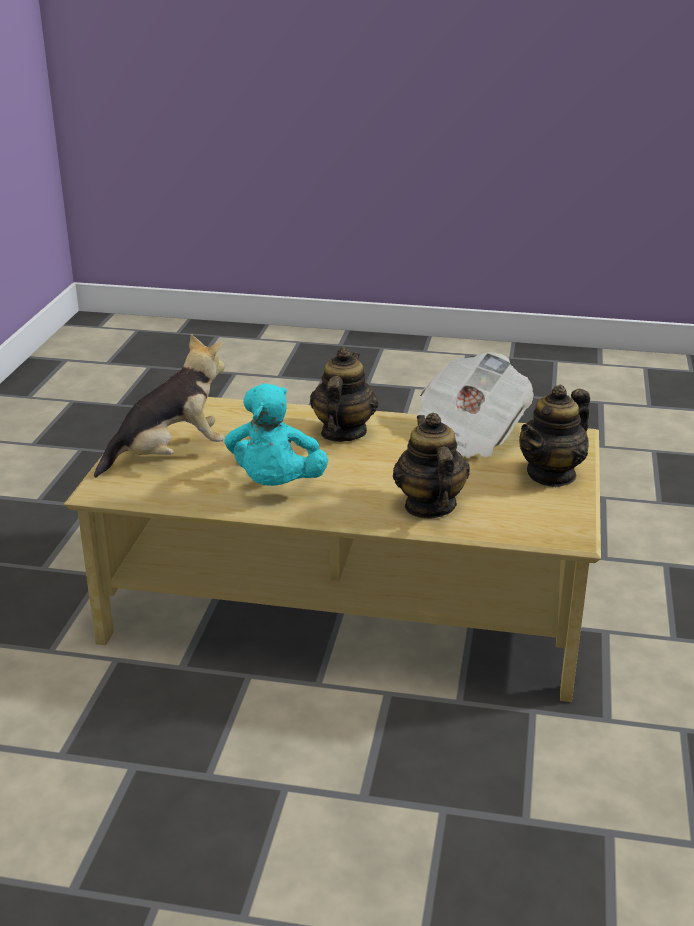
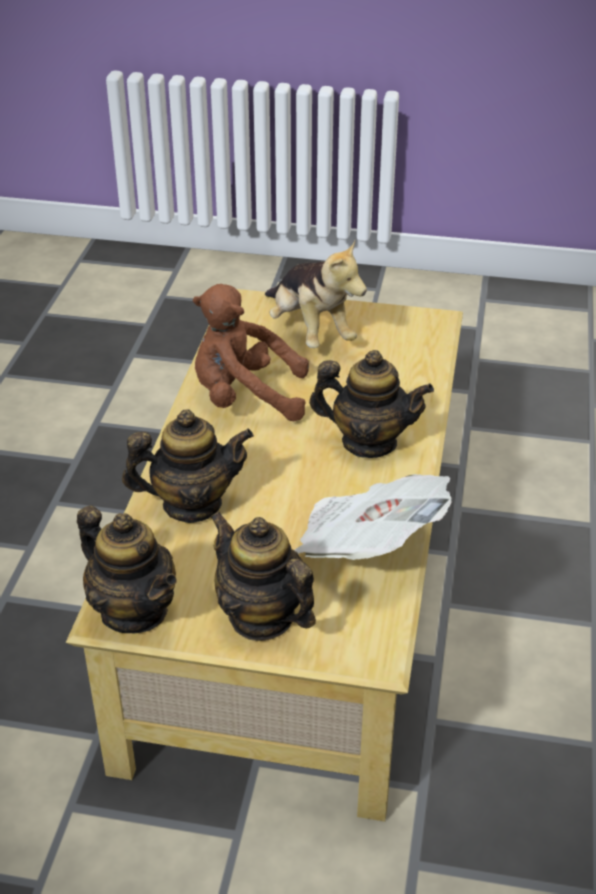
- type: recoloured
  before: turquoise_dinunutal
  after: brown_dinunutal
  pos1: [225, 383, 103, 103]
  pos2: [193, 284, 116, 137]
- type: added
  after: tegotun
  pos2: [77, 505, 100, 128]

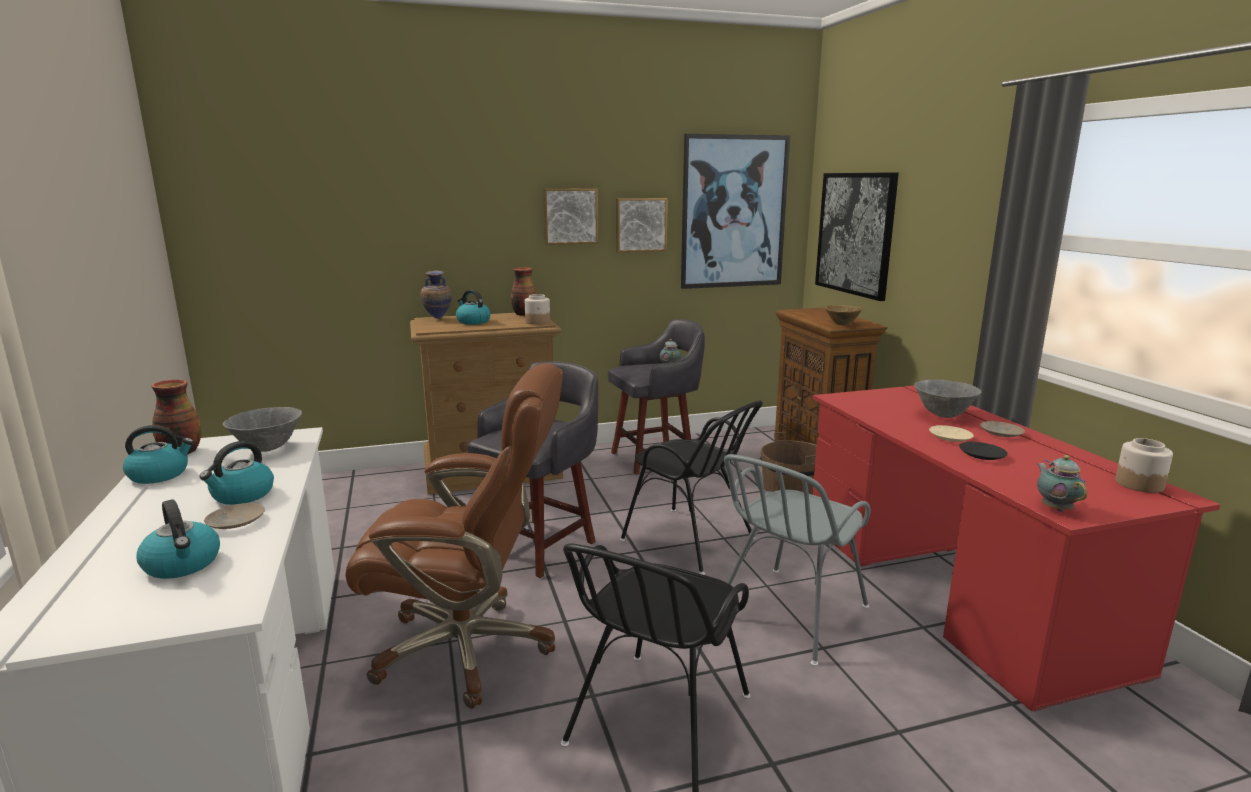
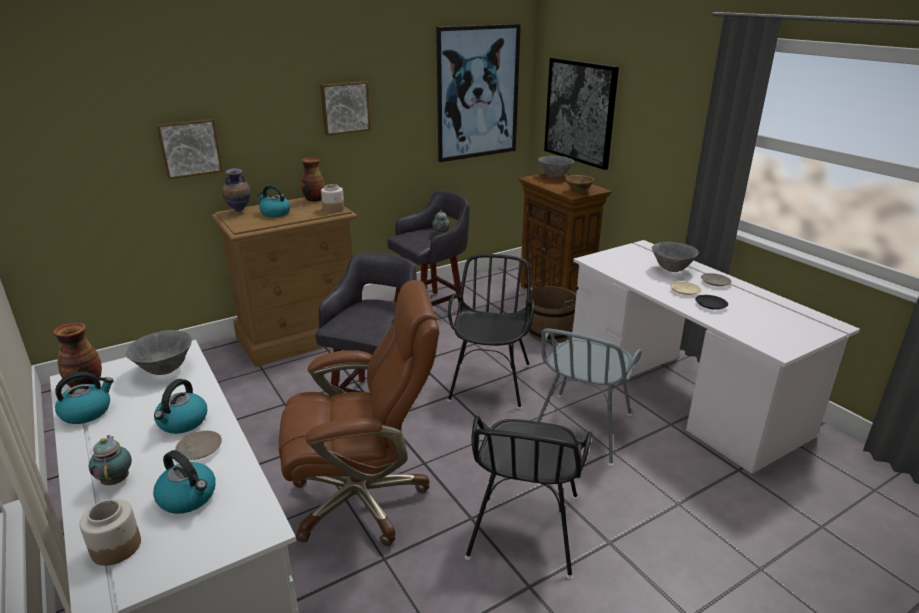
- type: moved
  before: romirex
  pos1: [616, 198, 52, 54]
  pos2: [156, 119, 67, 60]
- type: turned
  before: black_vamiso
  pos1: [620, 400, 143, 175]
  pos2: [447, 254, 87, 155]
  turn: -105
- type: recoloured
  before: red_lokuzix
  after: white_lokuzix
  pos1: [813, 386, 408, 325]
  pos2: [572, 240, 288, 234]
- type: moved
  before: tegotun
  pos1: [1037, 455, 50, 57]
  pos2: [89, 435, 43, 50]
- type: moved
  before: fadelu
  pos1: [1115, 438, 58, 55]
  pos2: [79, 499, 62, 67]
- type: added
  after: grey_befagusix
  pos2: [538, 156, 36, 21]

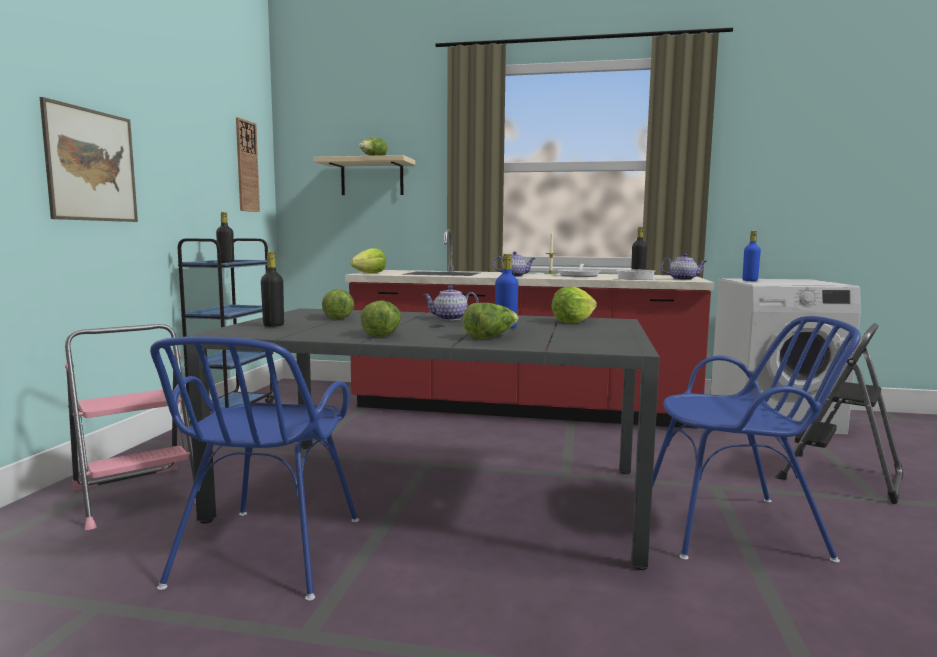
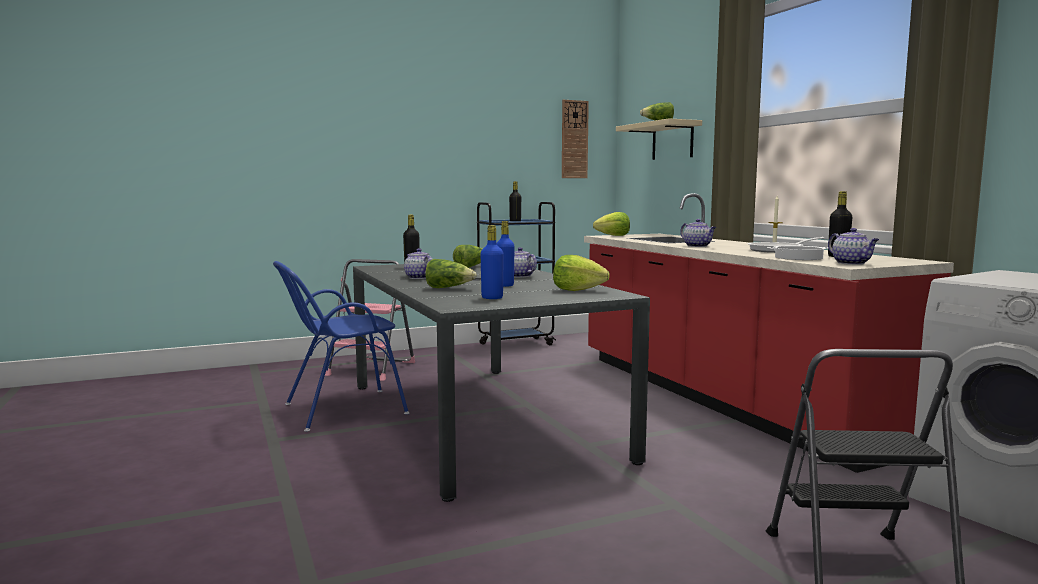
- type: removed
  before: romirex
  pos1: [40, 97, 98, 125]
- type: replaced
  before: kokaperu
  after: tegotun
  pos1: [360, 300, 41, 37]
  pos2: [404, 248, 28, 31]
- type: removed
  before: blue_vamiso
  pos1: [652, 316, 209, 247]
- type: moved
  before: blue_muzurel
  pos1: [743, 231, 18, 50]
  pos2: [481, 225, 23, 74]

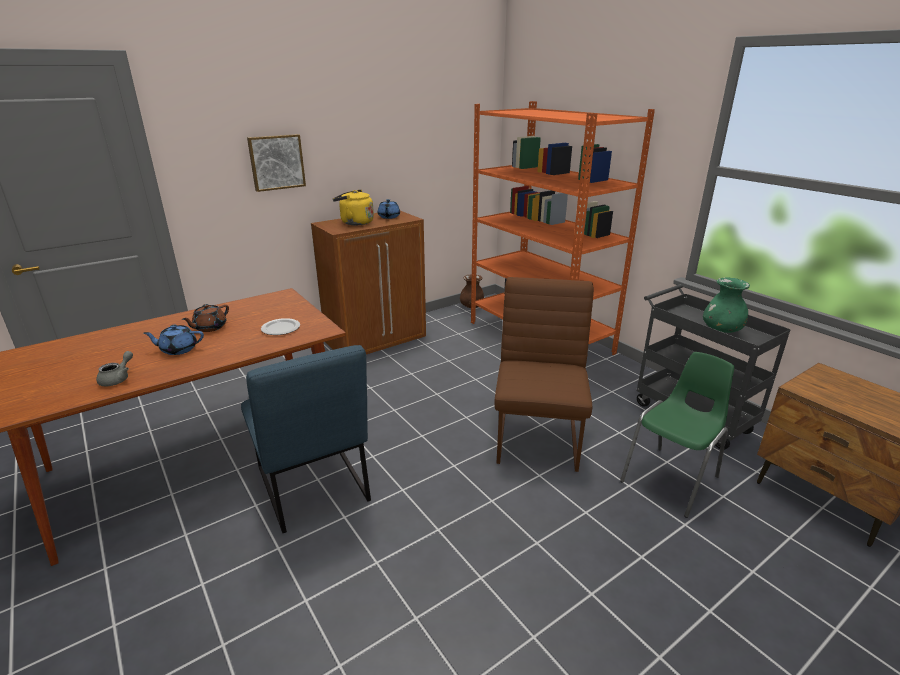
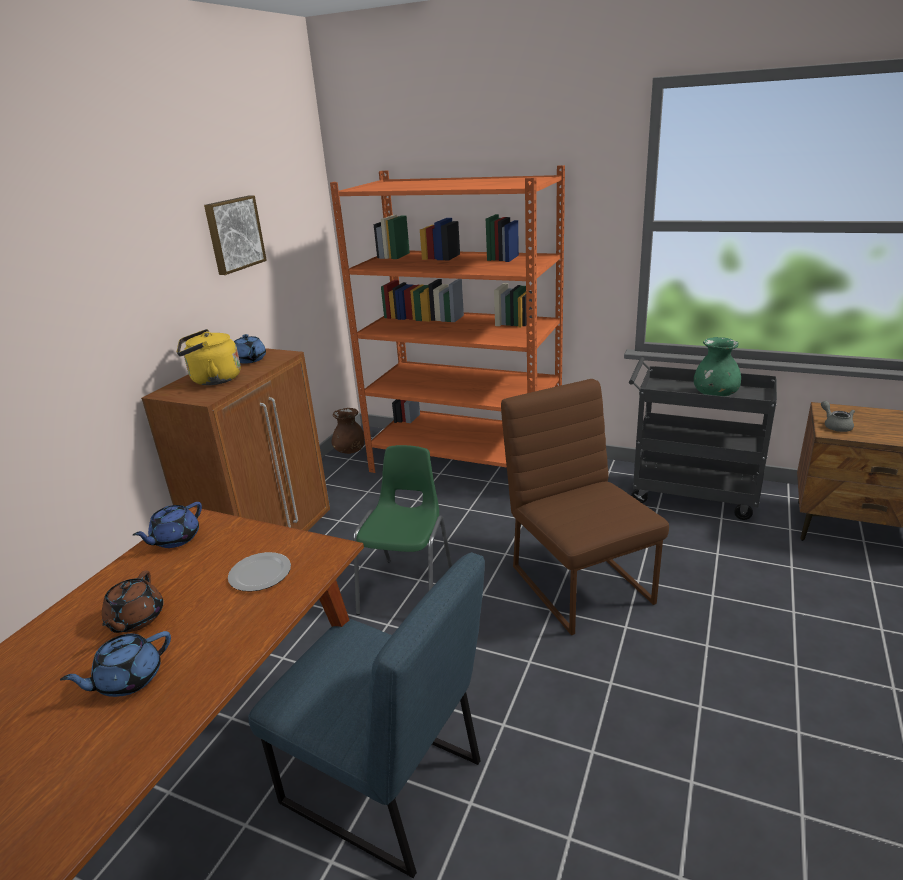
- type: moved
  before: grey_tegotun
  pos1: [96, 351, 37, 35]
  pos2: [821, 401, 34, 31]
- type: moved
  before: romirex
  pos1: [247, 134, 59, 58]
  pos2: [204, 195, 63, 80]
- type: moved
  before: green_vamiso
  pos1: [620, 352, 114, 166]
  pos2: [353, 445, 99, 170]
- type: added
  after: blue_tegotun
  pos2: [133, 502, 69, 46]

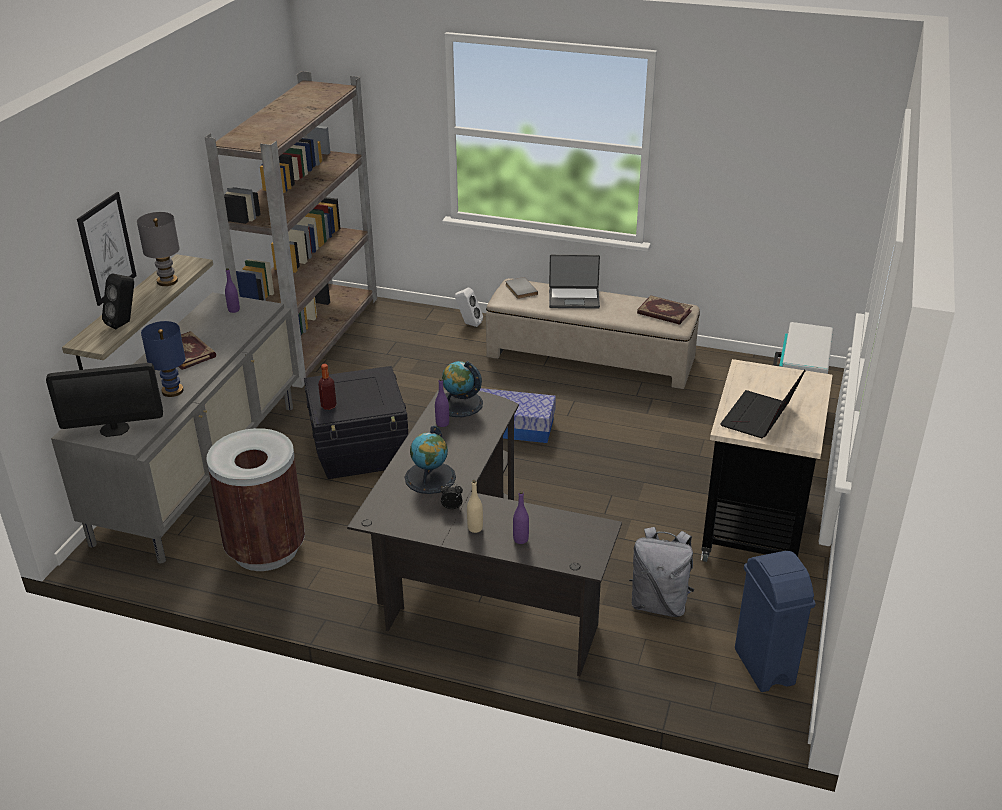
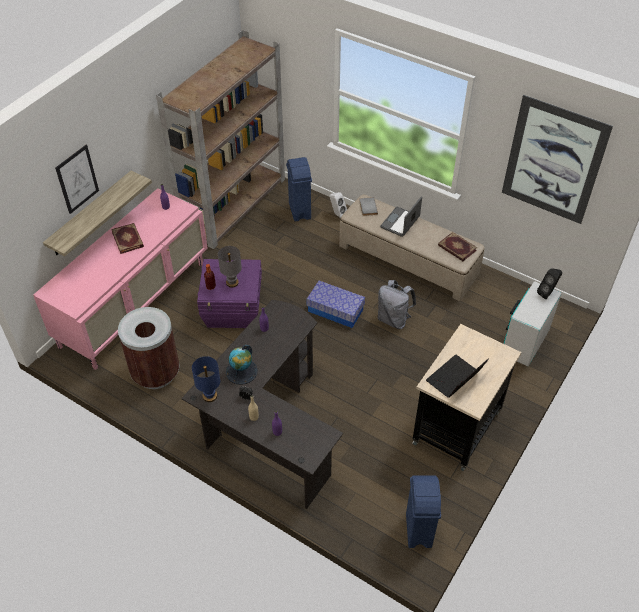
- type: removed
  before: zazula
  pos1: [46, 363, 117, 74]
- type: recoloured
  before: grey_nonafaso
  after: pink_nonafaso
  pos1: [51, 292, 248, 271]
  pos2: [33, 188, 175, 182]
- type: moved
  before: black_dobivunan
  pos1: [102, 274, 32, 55]
  pos2: [537, 268, 25, 31]
- type: moved
  before: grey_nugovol
  pos1: [137, 212, 43, 74]
  pos2: [218, 246, 24, 42]
- type: moved
  before: blue_nugovol
  pos1: [141, 321, 44, 76]
  pos2: [192, 356, 28, 46]
- type: recoloured
  before: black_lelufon
  after: purple_lelufon
  pos1: [304, 366, 104, 113]
  pos2: [197, 259, 65, 69]
- type: removed
  before: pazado
  pos1: [442, 361, 41, 56]
- type: turned
  before: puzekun
  pos1: [549, 254, 51, 54]
  pos2: [380, 197, 42, 40]
  turn: 105
- type: moved
  before: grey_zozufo
  pos1: [629, 527, 65, 90]
  pos2: [378, 280, 38, 49]
- type: added
  after: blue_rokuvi
  pos2: [286, 157, 26, 65]
- type: added
  after: romirex
  pos2: [502, 95, 111, 129]

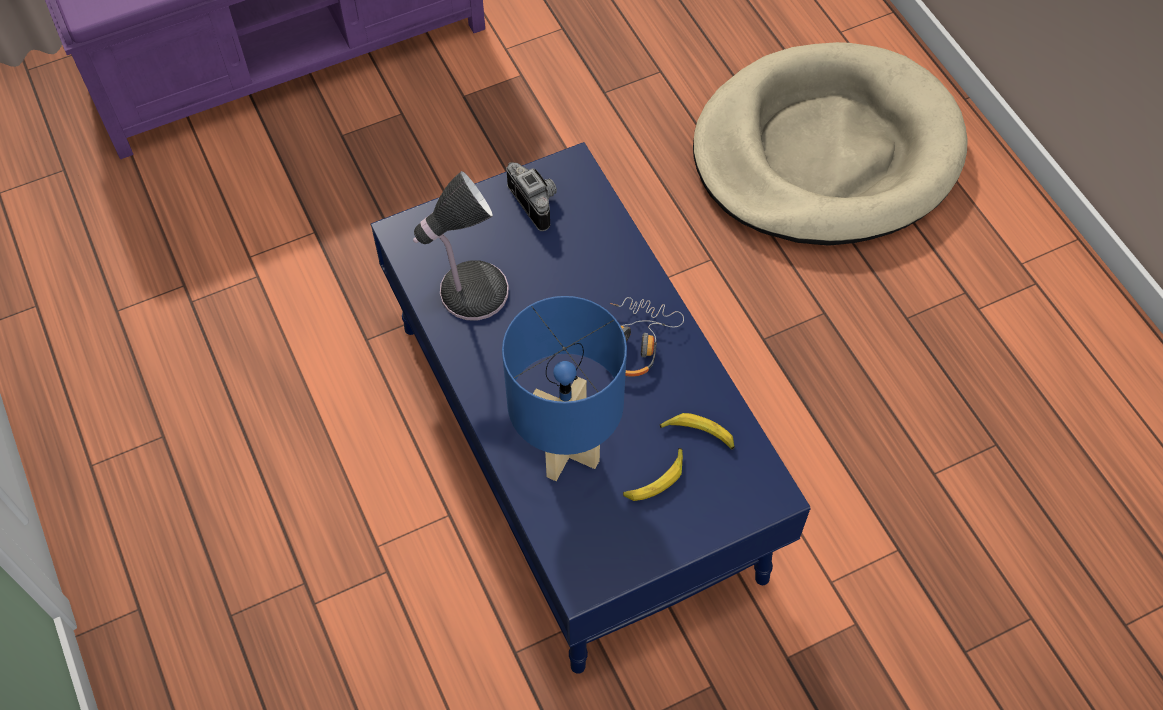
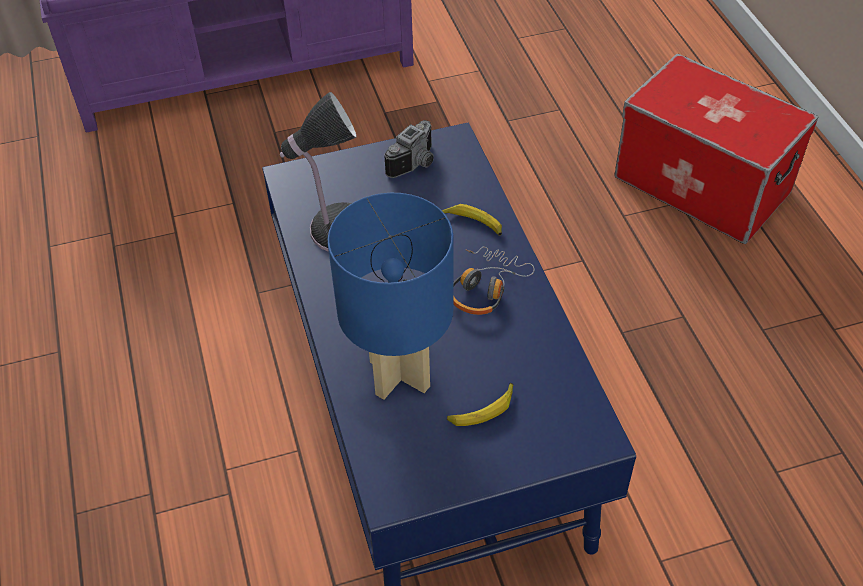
- type: turned
  before: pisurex
  pos1: [506, 162, 51, 69]
  pos2: [384, 120, 50, 58]
  turn: 60
- type: moved
  before: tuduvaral
  pos1: [660, 413, 75, 37]
  pos2: [442, 204, 60, 31]
- type: replaced
  before: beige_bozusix
  after: lelufon
  pos1: [693, 42, 275, 204]
  pos2: [614, 54, 204, 190]

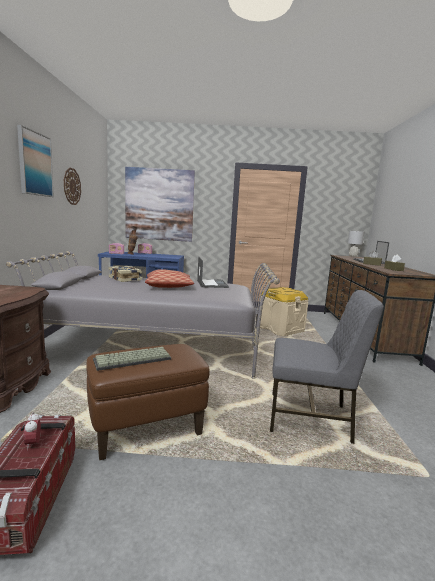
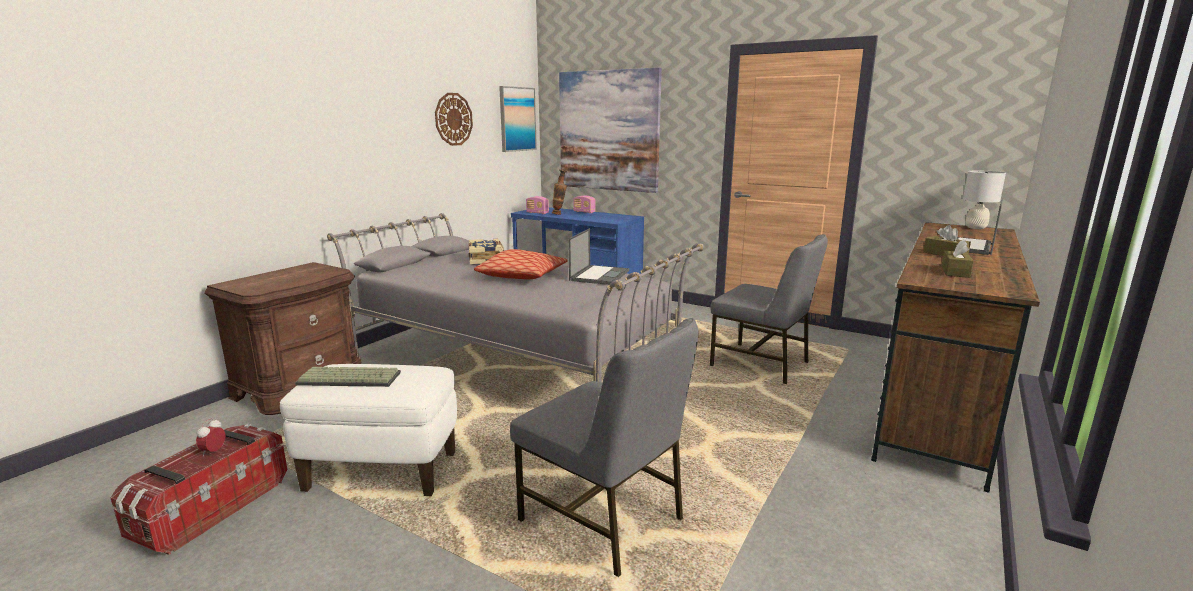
- type: moved
  before: romirex
  pos1: [17, 125, 37, 72]
  pos2: [499, 86, 38, 66]
- type: recoloured
  before: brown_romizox
  after: white_romizox
  pos1: [86, 344, 124, 116]
  pos2: [280, 364, 177, 132]
- type: replaced
  before: beige_lelufon
  after: grey_vamiso
  pos1: [260, 287, 48, 49]
  pos2: [710, 234, 118, 150]

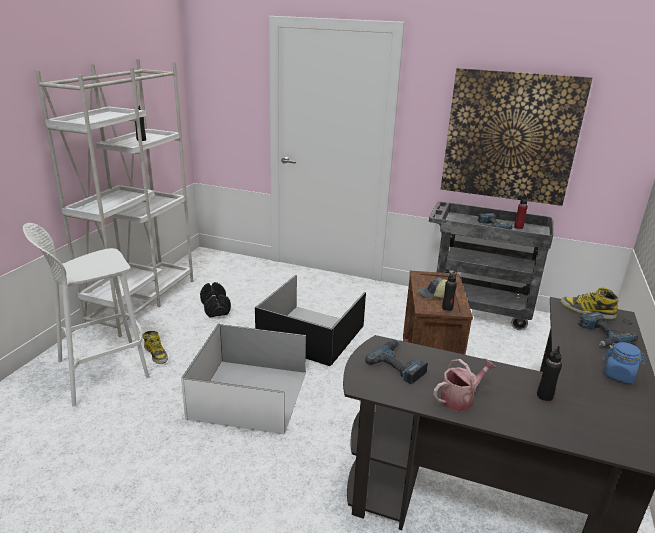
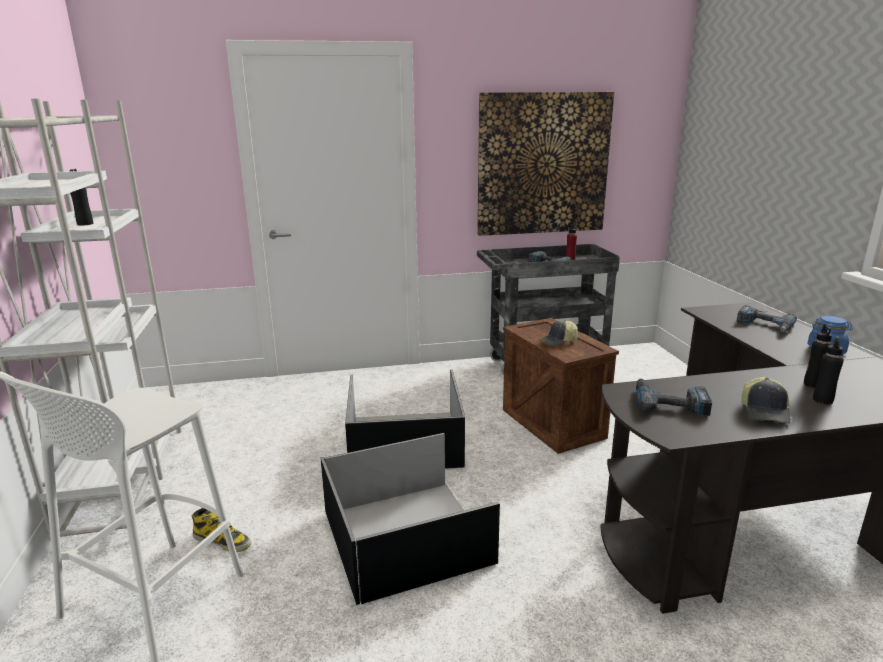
- type: recoloured
  before: white_lelufon
  after: black_lelufon
  pos1: [181, 324, 125, 110]
  pos2: [321, 433, 179, 172]
- type: removed
  before: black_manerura
  pos1: [200, 282, 31, 36]
- type: replaced
  before: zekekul
  after: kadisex
  pos1: [433, 358, 63, 54]
  pos2: [741, 377, 50, 47]
- type: moved
  before: black_muzurel
  pos1: [442, 271, 15, 40]
  pos2: [813, 336, 31, 68]
- type: removed
  before: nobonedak
  pos1: [561, 287, 57, 33]

